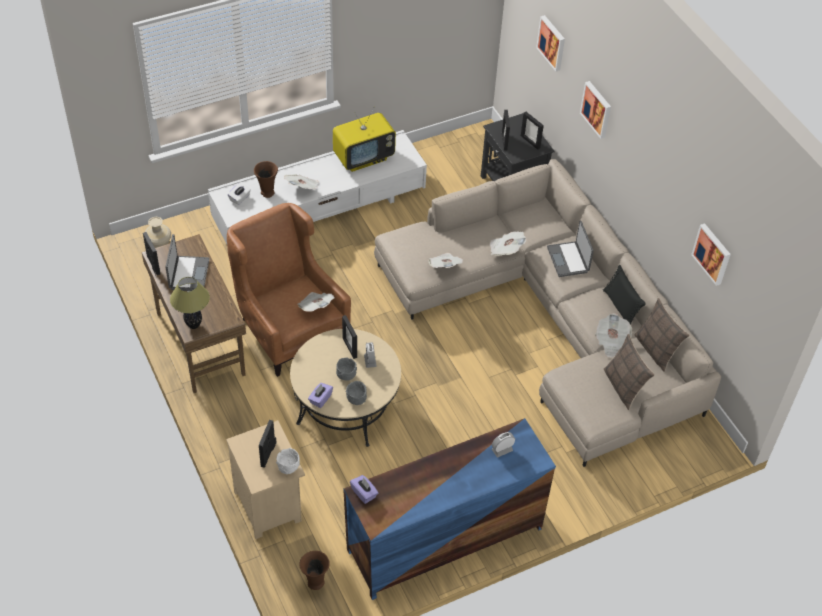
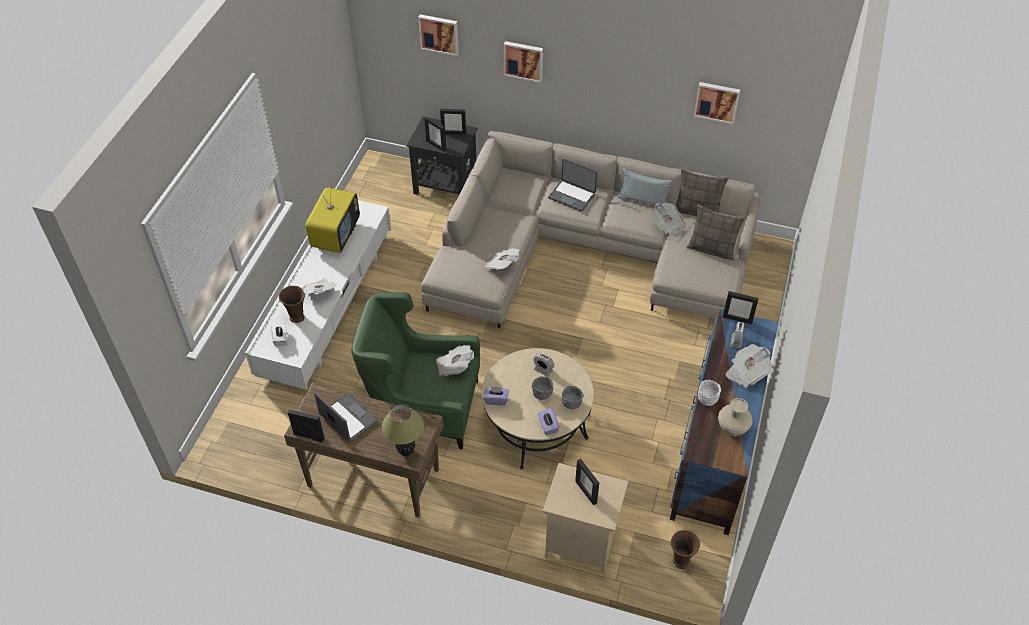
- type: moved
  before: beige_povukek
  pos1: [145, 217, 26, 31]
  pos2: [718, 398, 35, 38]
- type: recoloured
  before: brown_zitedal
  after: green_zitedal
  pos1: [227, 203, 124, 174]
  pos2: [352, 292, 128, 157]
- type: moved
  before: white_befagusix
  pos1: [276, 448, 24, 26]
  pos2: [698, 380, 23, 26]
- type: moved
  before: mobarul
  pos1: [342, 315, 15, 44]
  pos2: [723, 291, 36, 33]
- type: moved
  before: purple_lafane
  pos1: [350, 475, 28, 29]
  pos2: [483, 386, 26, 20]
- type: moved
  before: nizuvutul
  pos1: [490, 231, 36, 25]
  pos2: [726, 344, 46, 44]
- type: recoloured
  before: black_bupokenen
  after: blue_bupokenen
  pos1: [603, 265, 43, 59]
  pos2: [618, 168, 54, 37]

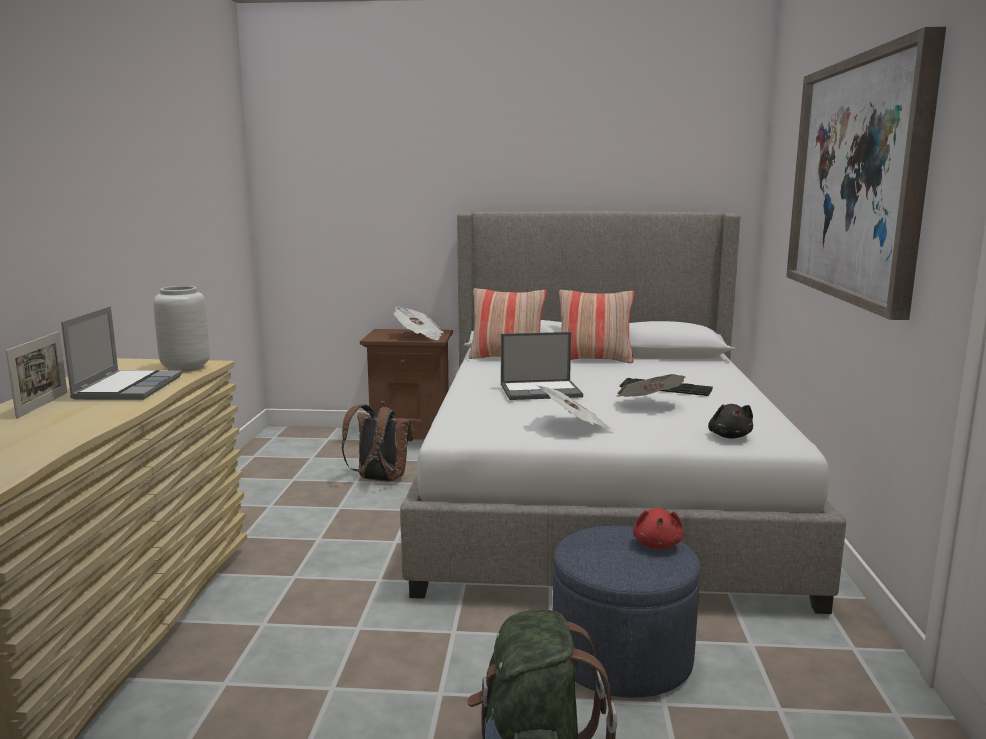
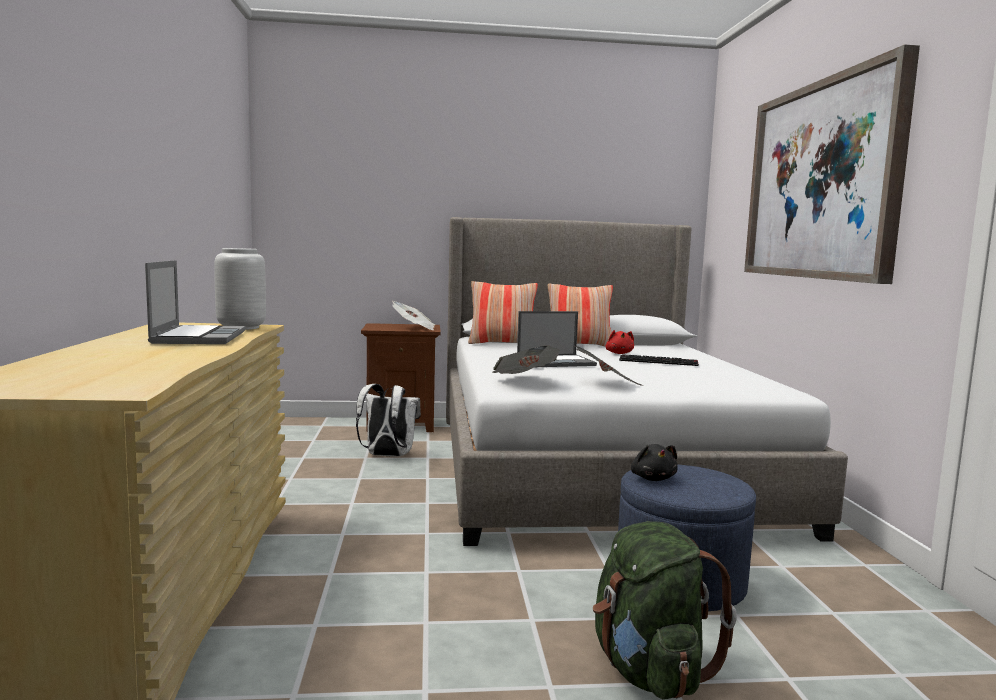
- type: removed
  before: mobarul
  pos1: [6, 331, 61, 88]
- type: recoloured
  before: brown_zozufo
  after: white_zozufo
  pos1: [342, 404, 71, 78]
  pos2: [356, 384, 65, 73]
- type: moved
  before: nizuvutul
  pos1: [617, 374, 68, 23]
  pos2: [493, 345, 67, 29]
- type: moved
  before: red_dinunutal
  pos1: [633, 508, 50, 41]
  pos2: [606, 330, 28, 24]
- type: moved
  before: black_dinunutal
  pos1: [708, 404, 45, 34]
  pos2: [631, 444, 47, 37]

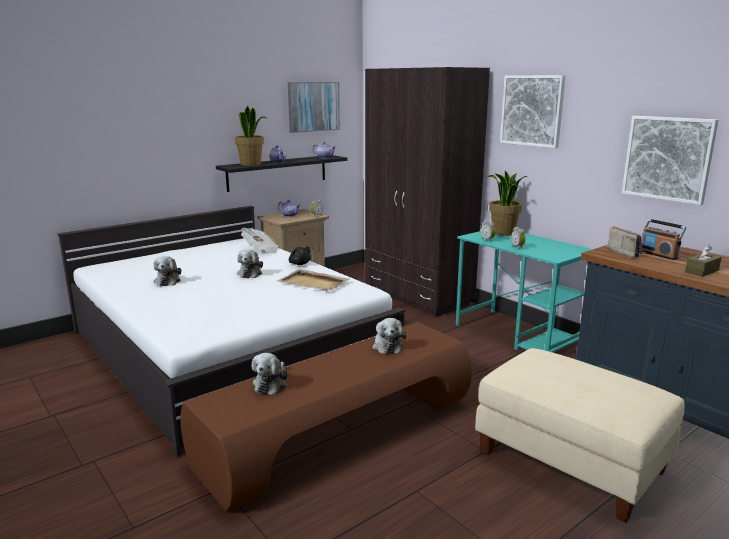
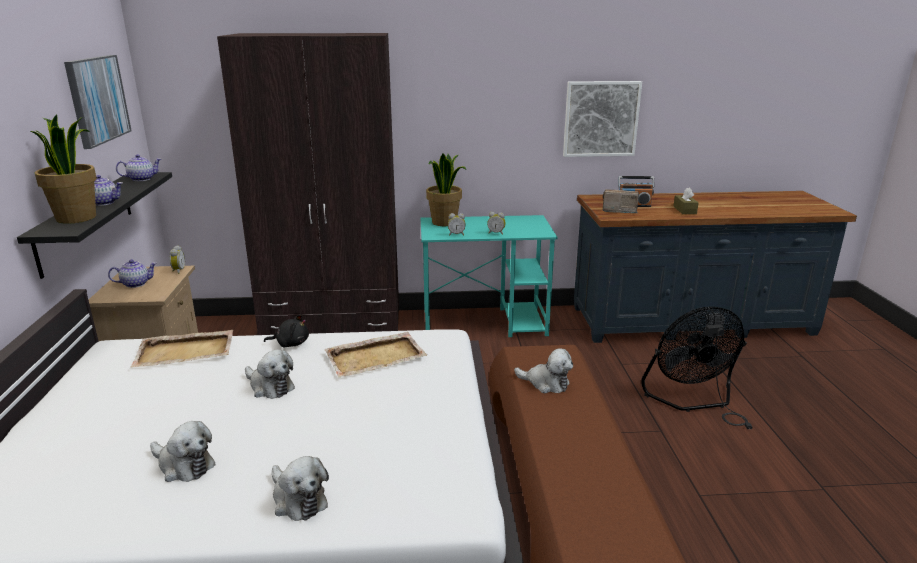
- type: replaced
  before: nizuvutul
  after: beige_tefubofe
  pos1: [241, 228, 38, 26]
  pos2: [131, 330, 102, 38]
- type: moved
  before: dinunutal
  pos1: [252, 353, 36, 42]
  pos2: [272, 456, 57, 65]
- type: replaced
  before: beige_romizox
  after: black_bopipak
  pos1: [475, 348, 210, 175]
  pos2: [641, 307, 111, 122]
- type: removed
  before: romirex
  pos1: [500, 75, 66, 73]

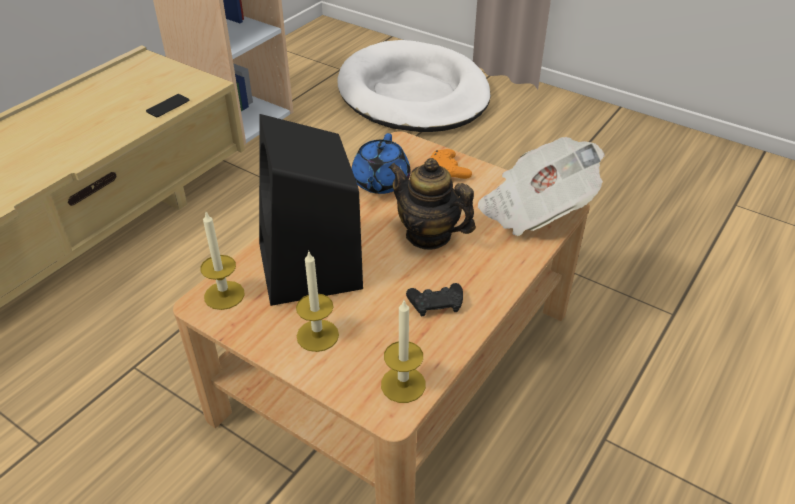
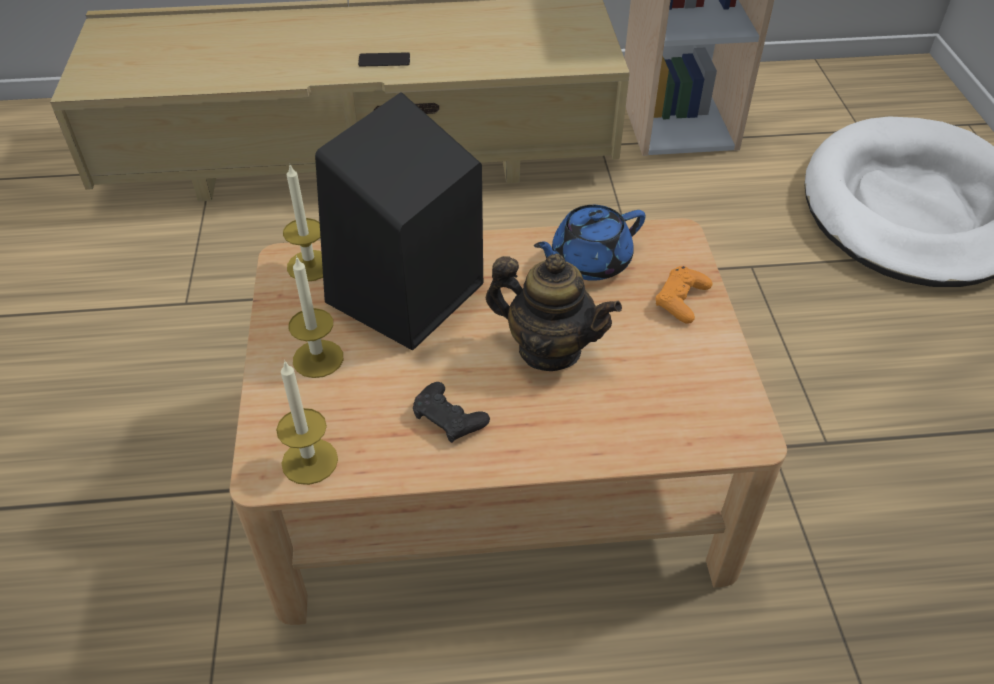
- type: moved
  before: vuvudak
  pos1: [146, 94, 44, 23]
  pos2: [358, 52, 52, 15]
- type: turned
  before: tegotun
  pos1: [388, 158, 88, 92]
  pos2: [486, 253, 136, 118]
  turn: 120
- type: removed
  before: nizuvutul
  pos1: [478, 137, 127, 99]

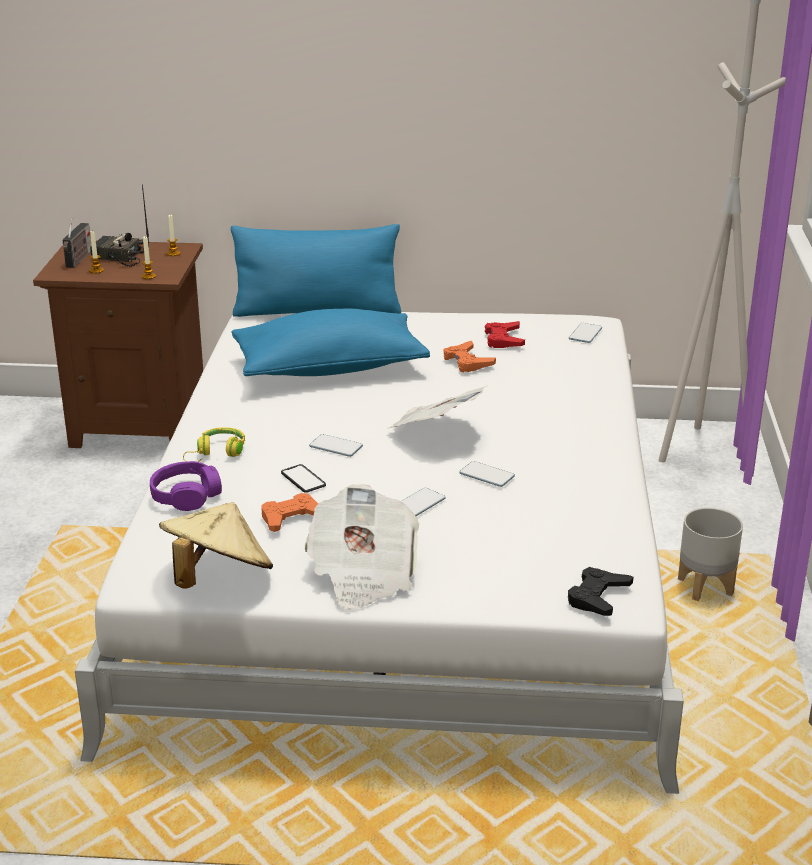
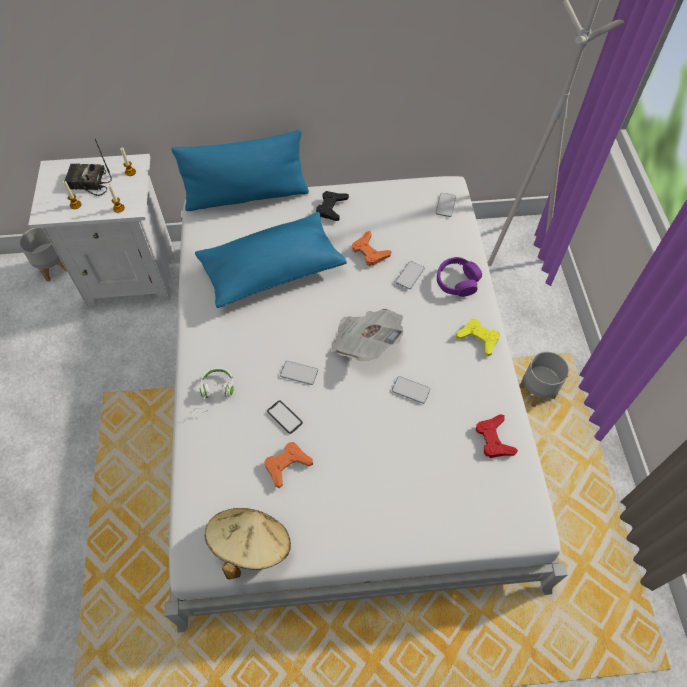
- type: recoloured
  before: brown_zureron
  after: white_zureron
  pos1: [33, 240, 170, 208]
  pos2: [28, 154, 145, 152]
- type: removed
  before: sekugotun
  pos1: [62, 218, 29, 50]
- type: moved
  before: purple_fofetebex
  pos1: [150, 461, 72, 50]
  pos2: [437, 257, 45, 40]
- type: recoloured
  before: yellow_fofetebex
  after: white_fofetebex
  pos1: [183, 427, 62, 35]
  pos2: [194, 368, 40, 44]
- type: removed
  before: nizuvutul
  pos1: [304, 484, 115, 126]
- type: moved
  before: vuvudak
  pos1: [401, 488, 45, 28]
  pos2: [395, 261, 30, 28]
- type: moved
  before: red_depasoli
  pos1: [485, 321, 40, 27]
  pos2: [476, 414, 42, 44]
- type: moved
  before: black_depasoli
  pos1: [568, 567, 65, 49]
  pos2: [316, 191, 33, 30]
- type: added
  after: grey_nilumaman
  pos2: [19, 228, 48, 54]
- type: added
  after: yellow_depasoli
  pos2: [456, 319, 44, 37]

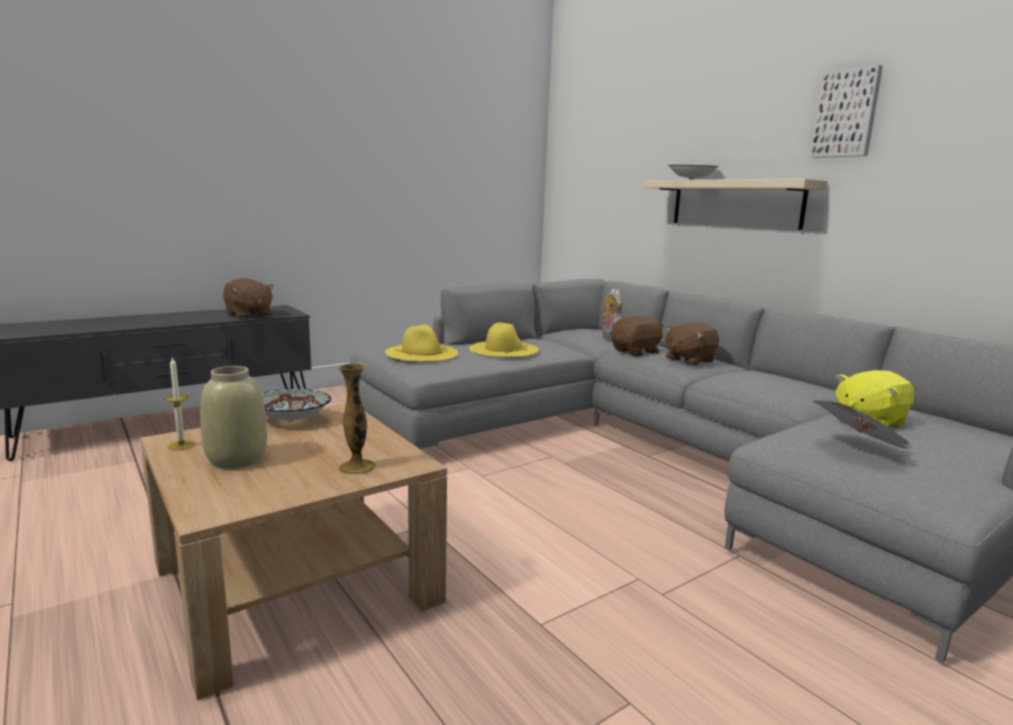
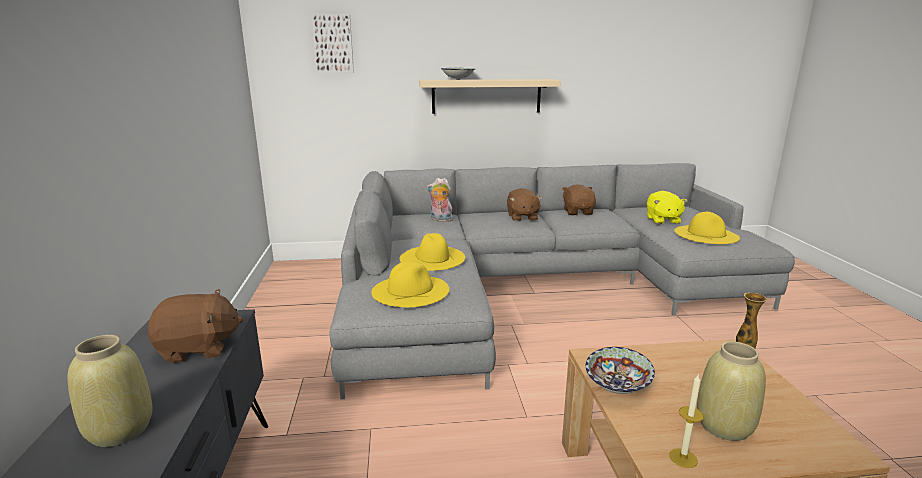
- type: moved
  before: brown_dinunutal
  pos1: [611, 316, 53, 40]
  pos2: [562, 184, 34, 31]
- type: moved
  before: romirex
  pos1: [810, 64, 73, 94]
  pos2: [312, 14, 42, 59]
- type: replaced
  before: nizuvutul
  after: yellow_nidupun
  pos1: [813, 400, 100, 49]
  pos2: [674, 212, 66, 32]
- type: added
  after: beige_povukek
  pos2: [67, 335, 86, 112]

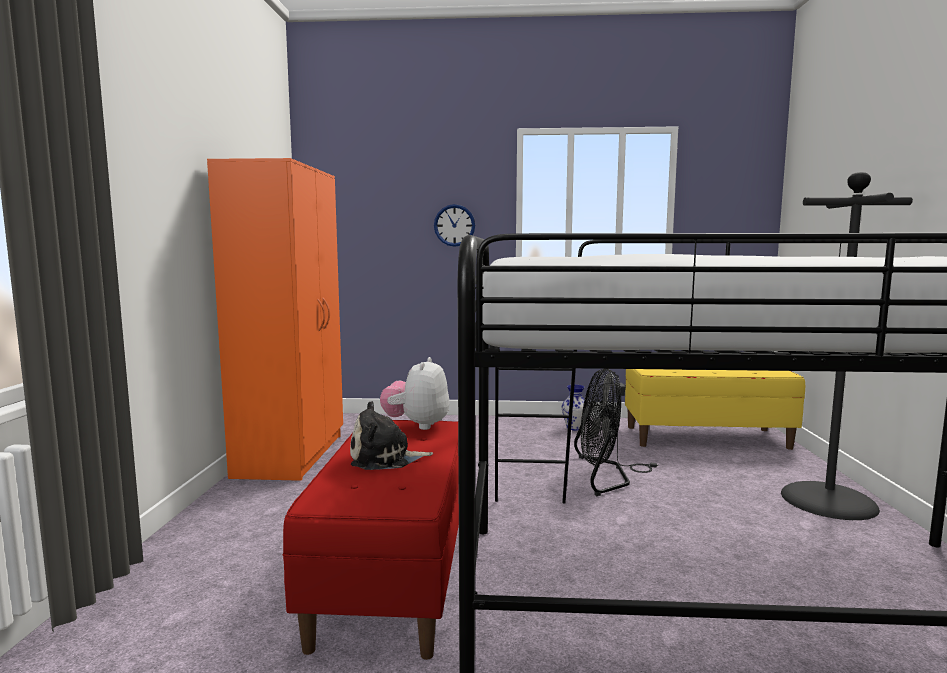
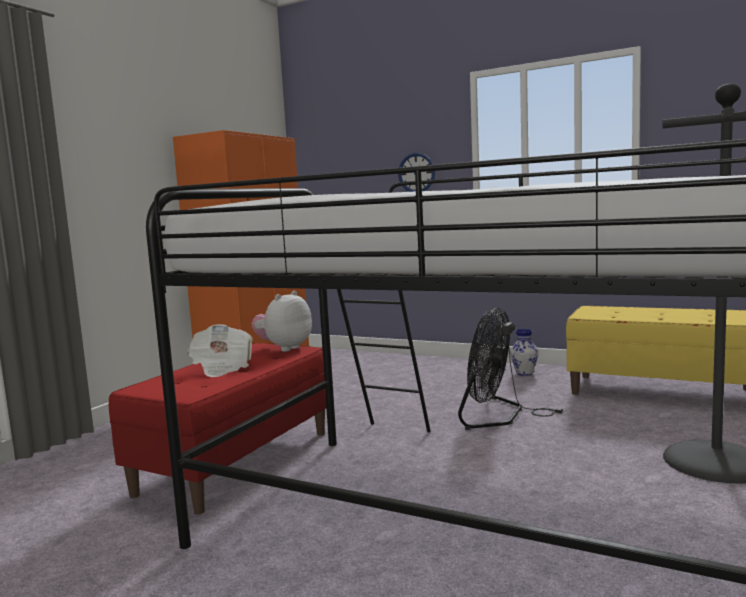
- type: replaced
  before: dinunutal
  after: nizuvutul
  pos1: [350, 401, 83, 69]
  pos2: [187, 324, 66, 53]

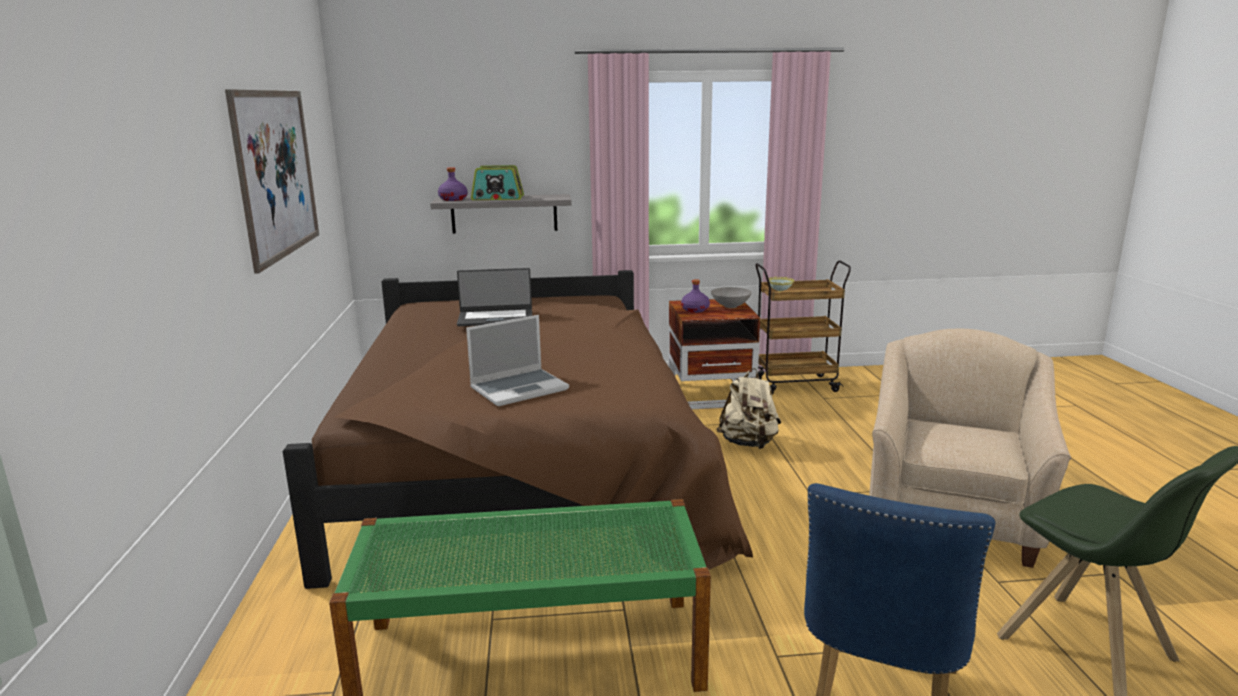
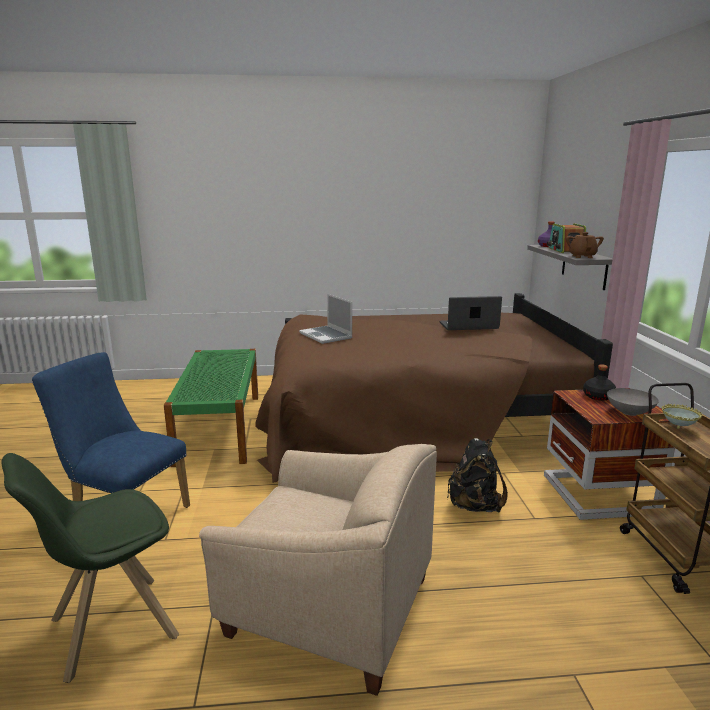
- type: removed
  before: romirex
  pos1: [225, 89, 94, 185]
- type: turned
  before: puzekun
  pos1: [457, 268, 75, 58]
  pos2: [440, 296, 62, 34]
  turn: 90
- type: recoloured
  before: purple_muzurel
  after: black_muzurel
  pos1: [681, 279, 29, 34]
  pos2: [583, 364, 33, 37]
- type: recoloured
  before: beige_zozufo
  after: black_zozufo
  pos1: [716, 368, 65, 81]
  pos2: [447, 438, 61, 74]
- type: added
  after: brown_tegotun
  pos2: [566, 232, 38, 26]

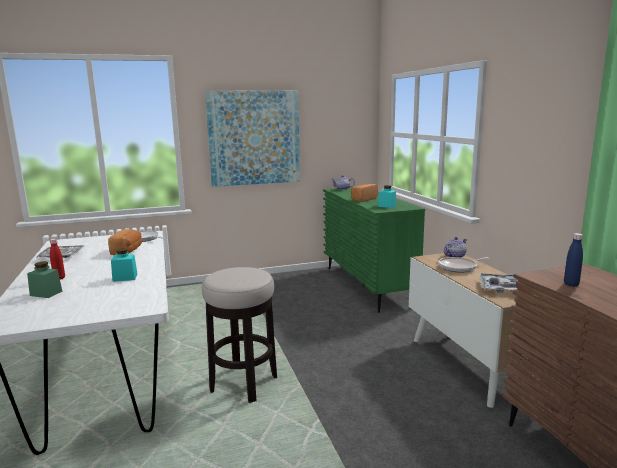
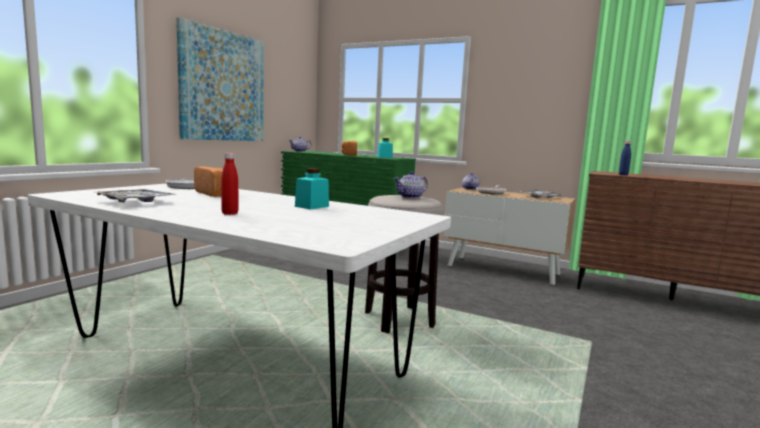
- type: removed
  before: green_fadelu
  pos1: [27, 261, 36, 37]
- type: added
  after: tegotun
  pos2: [394, 171, 34, 28]

